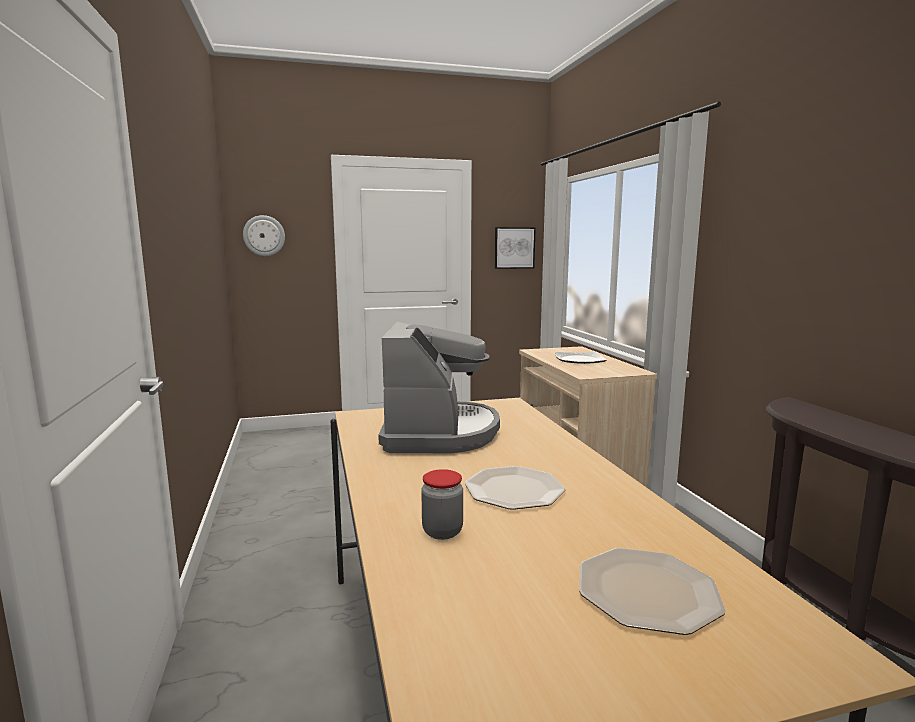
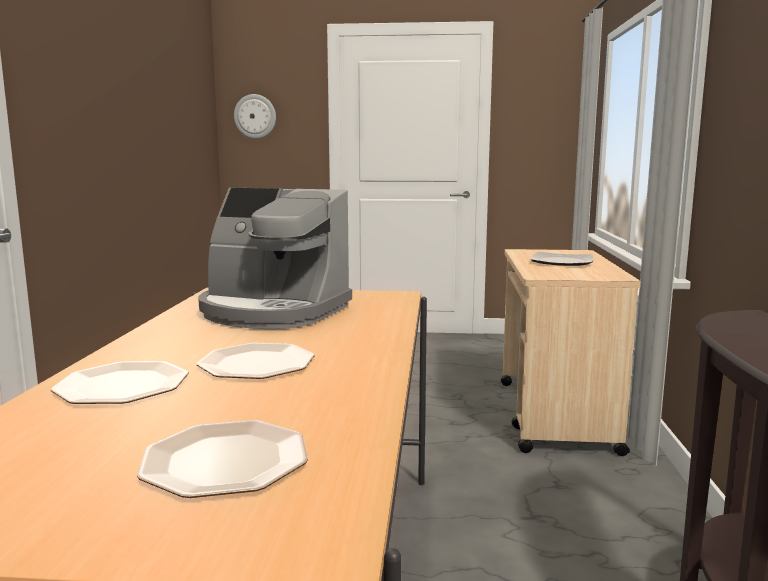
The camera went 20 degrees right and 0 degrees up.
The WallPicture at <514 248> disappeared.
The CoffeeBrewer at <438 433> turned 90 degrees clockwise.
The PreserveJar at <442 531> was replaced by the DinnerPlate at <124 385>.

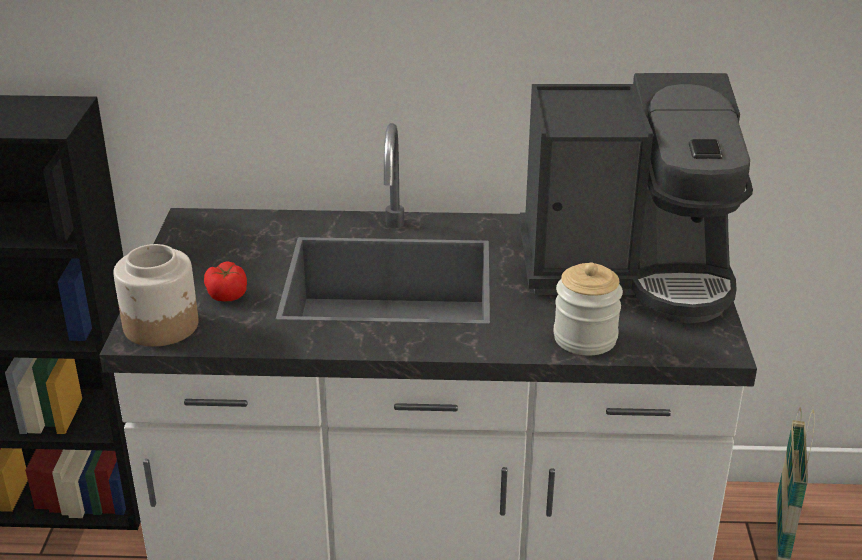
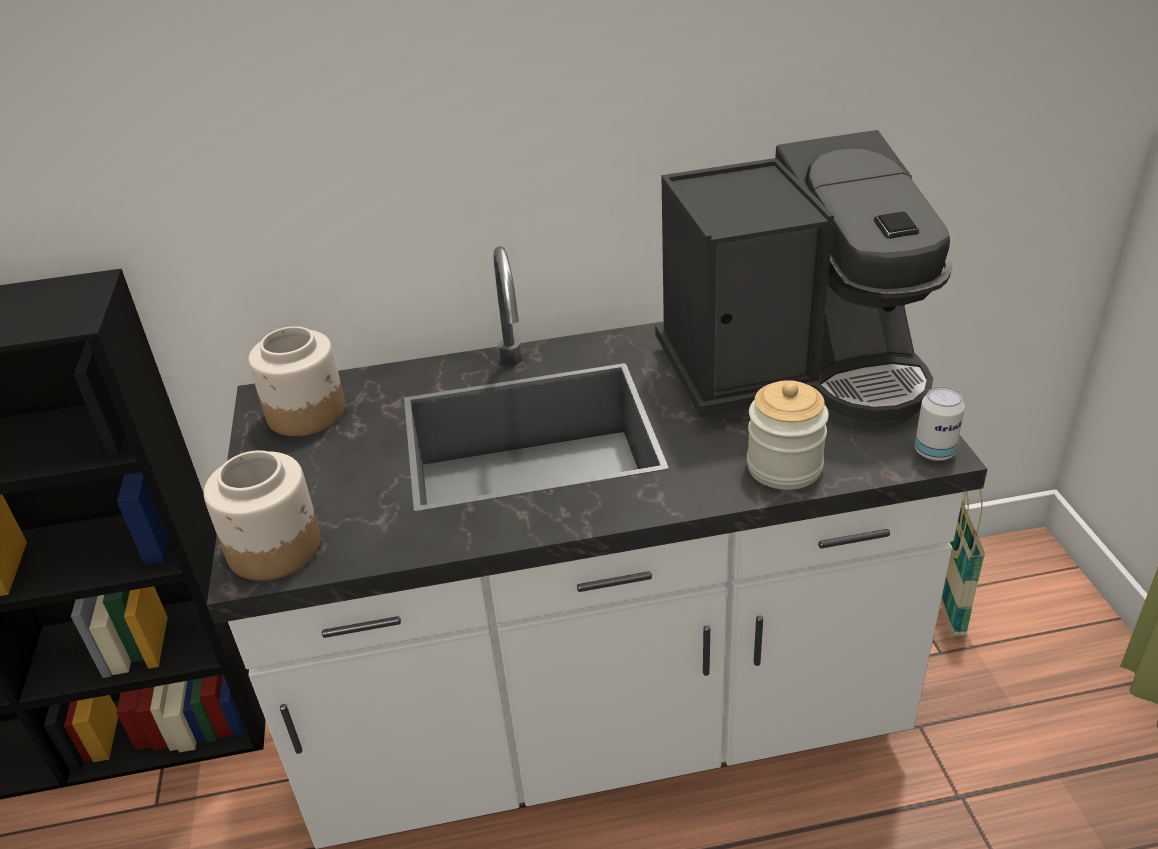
The camera went 10 degrees left and 5 degrees up.
The Tomato at <227 293> disappeared.
The PreserveJar at <307 413> appeared.
The SealedCan at <934 452> appeared.

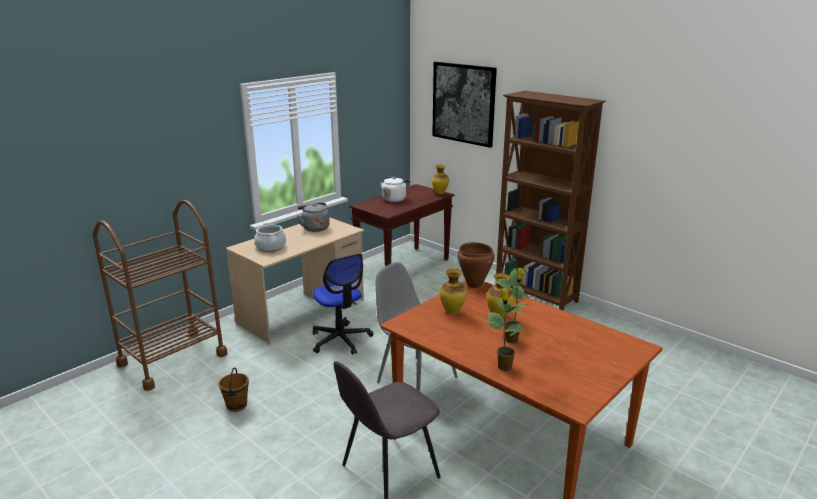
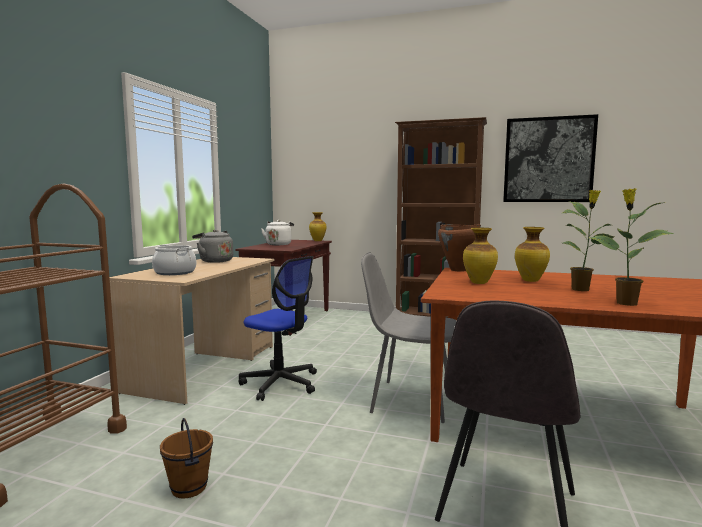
The camera went 25 degrees left and 15 degrees down.
The WallPicture moved from <463 103> to <548 160>.

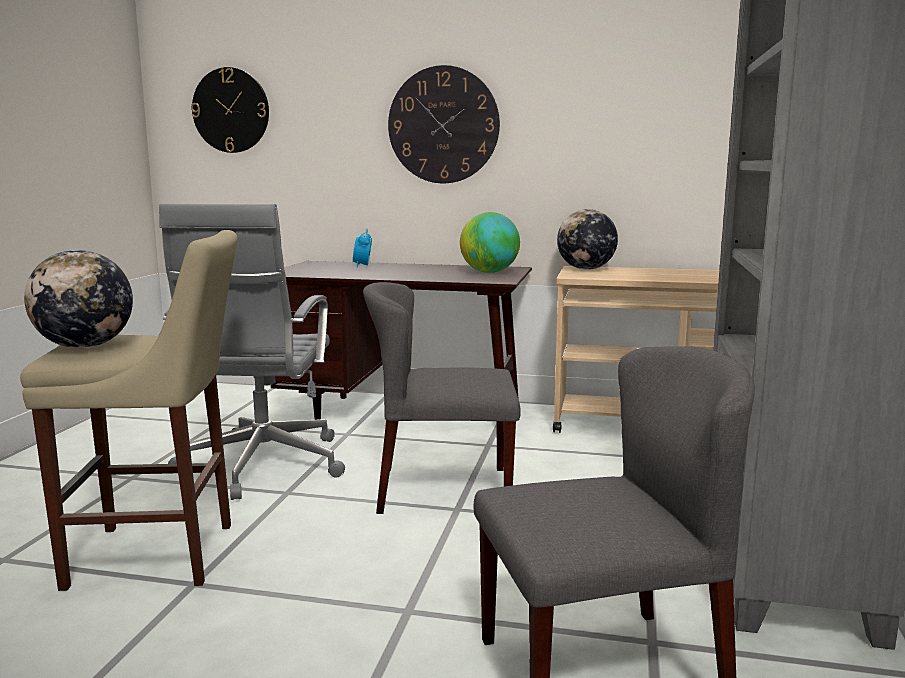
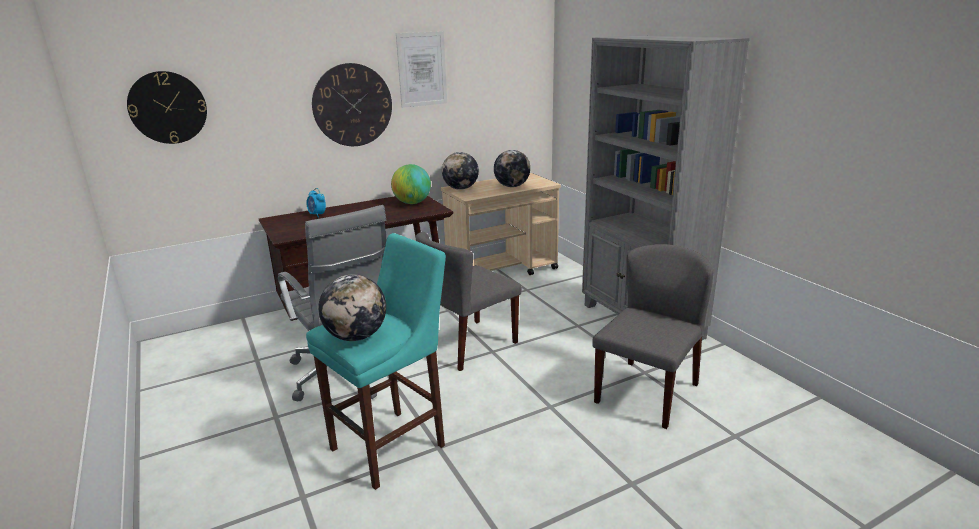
The camera went 40 degrees left and 10 degrees up.
The BeigeStoolSeat at <161 555> became the TurquoiseStoolSeat at <393 445>.
The WallPicture at <422 69> appeared.
The DeskGlobe at <512 186> appeared.

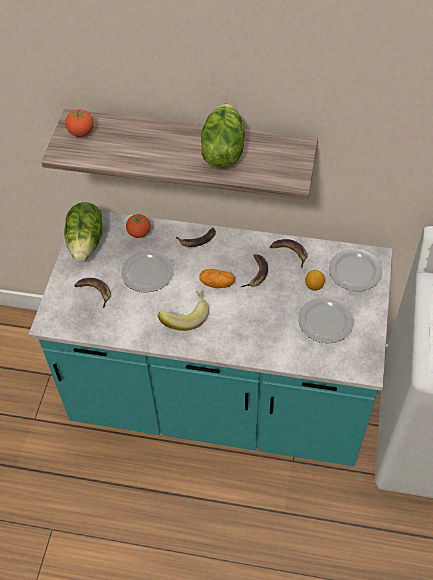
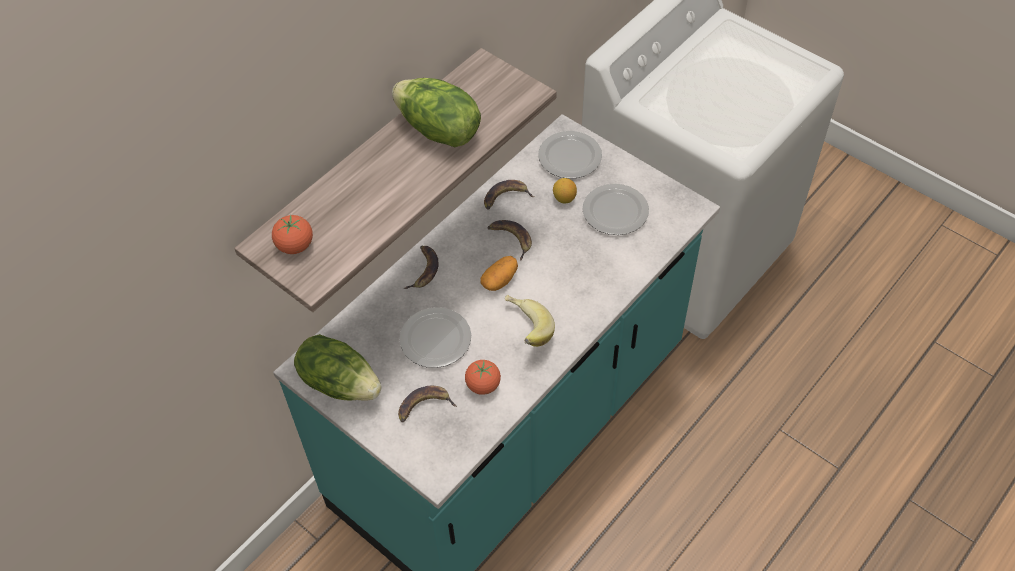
The camera went 60 degrees left and 0 degrees up.
The Tomato moved from <139 233> to <483 385>.

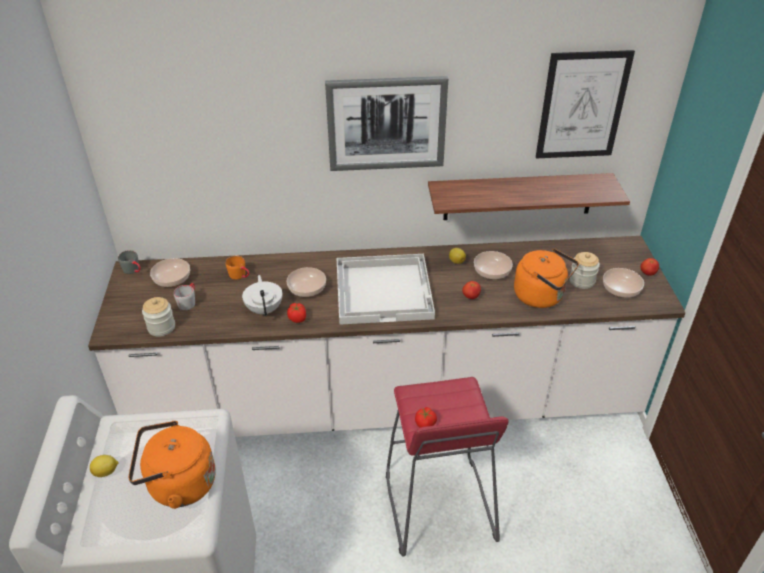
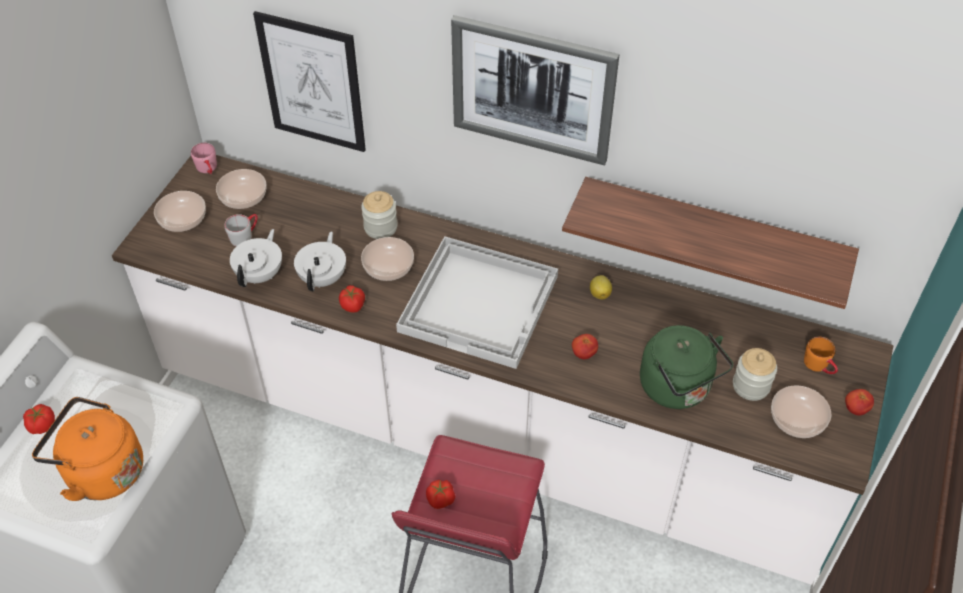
The camera went 25 degrees right and 10 degrees up.
The WallPicture moved from <582 106> to <312 83>.
The OrangeyKettle at <541 296> became the GreenKettle at <678 388>.
The GreyMug at <134 270> became the PinkColouredMug at <208 169>.
The DeepDish moved from <491 271> to <183 219>.
The OrangeyMug moved from <240 276> to <820 366>.
The PreserveJar moved from <161 327> to <380 227>.
The Lemon at <106 472> was replaced by the Tomato at <42 425>.
The WhiteColouredTeapot at <260 274> appeared.

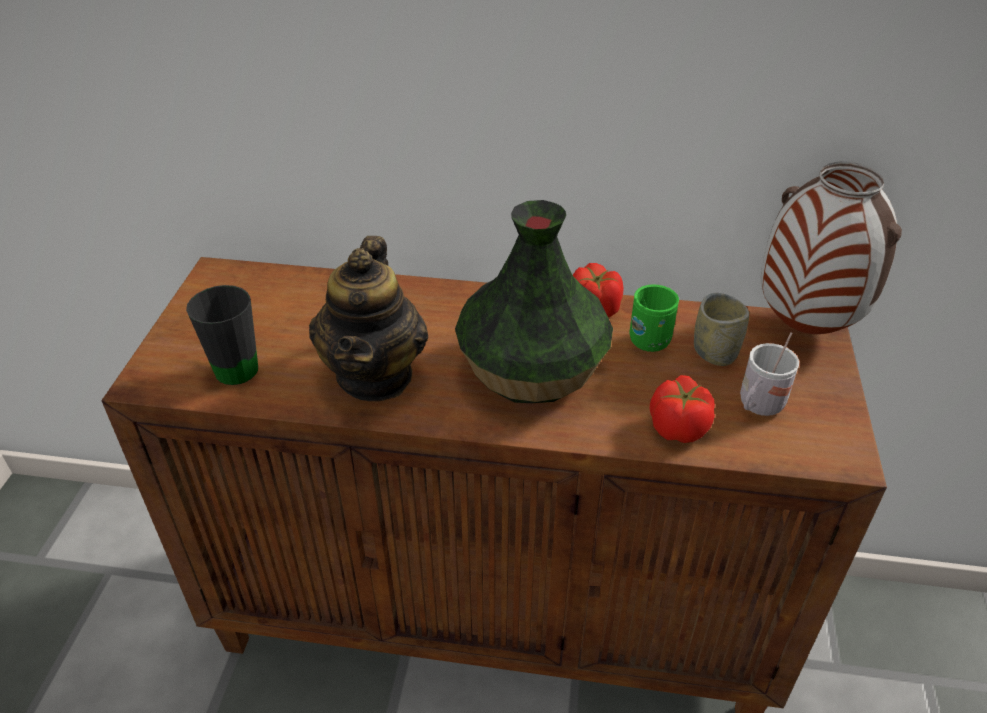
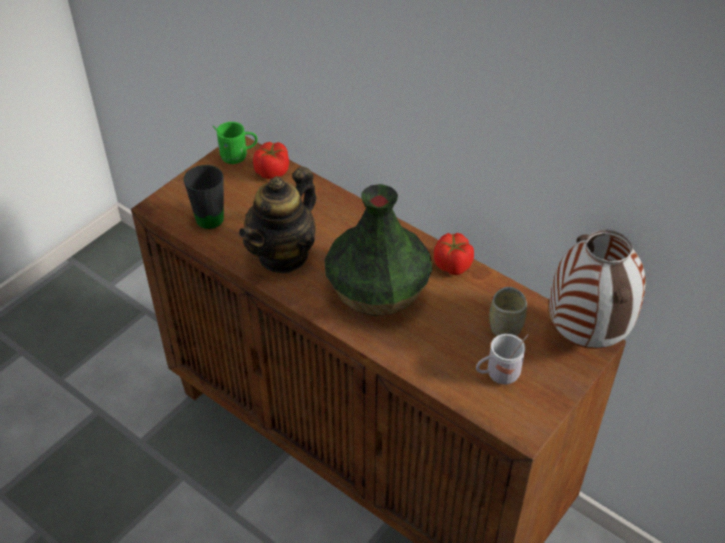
The camera went 30 degrees right and 5 degrees up.
The GreenMug moved from <653 338> to <238 157>.
The Tomato moved from <678 427> to <272 171>.

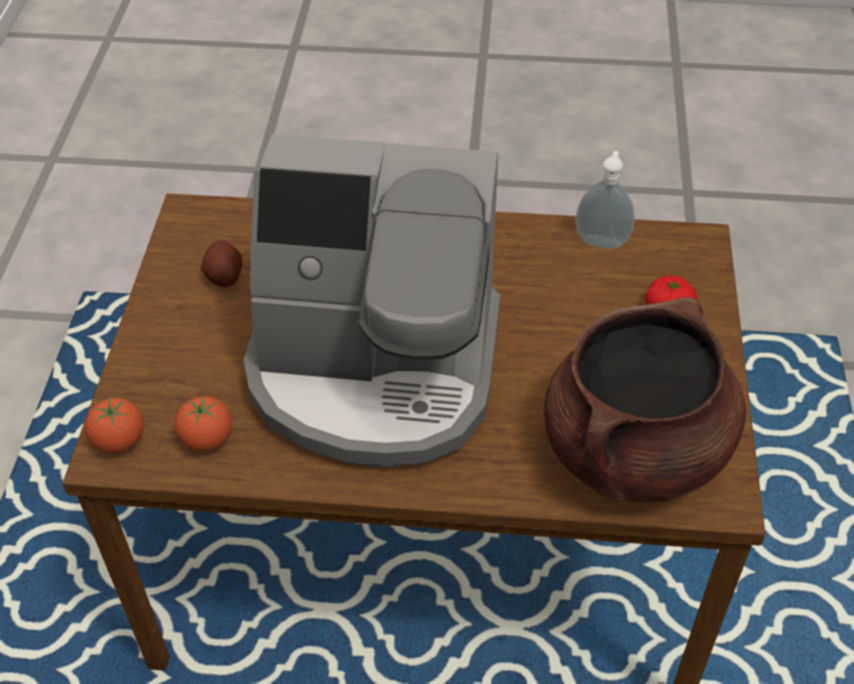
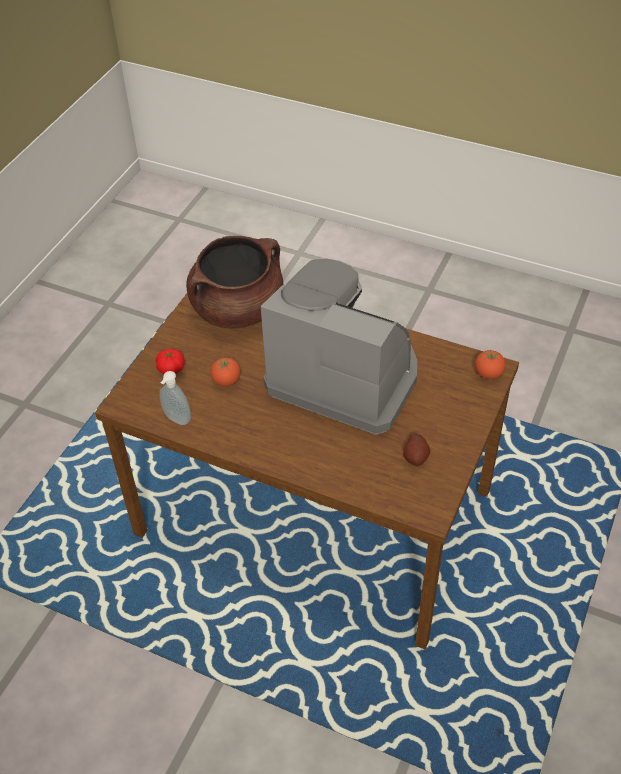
The camera went 160 degrees left and 0 degrees up.
The Tomato moved from <207 439> to <226 381>.

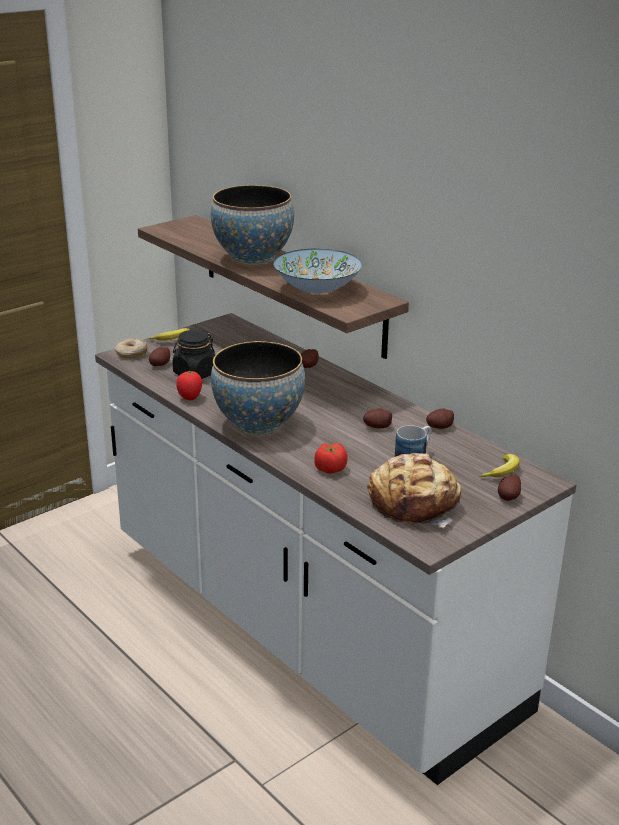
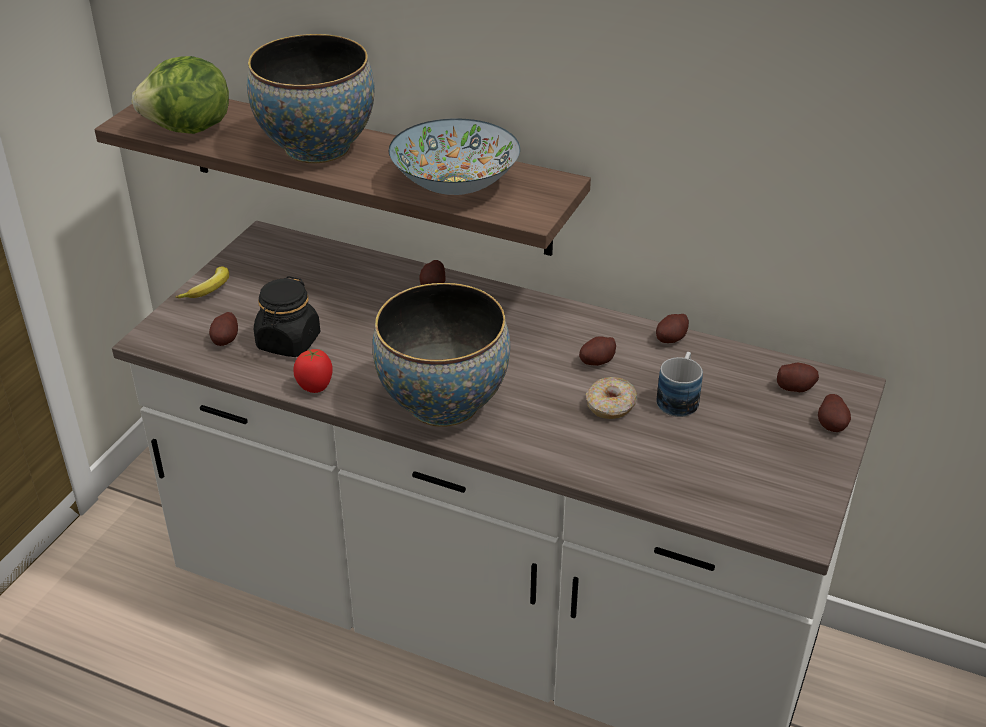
The camera went 25 degrees left and 10 degrees up.
The Doughnut moved from <131 354> to <611 406>.
The Tomato at <330 469> disappeared.
The Bread at <414 503> disappeared.
The Banana at <502 472> was replaced by the Potato at <795 387>.
The HeadOfLettuce at <189 130> appeared.

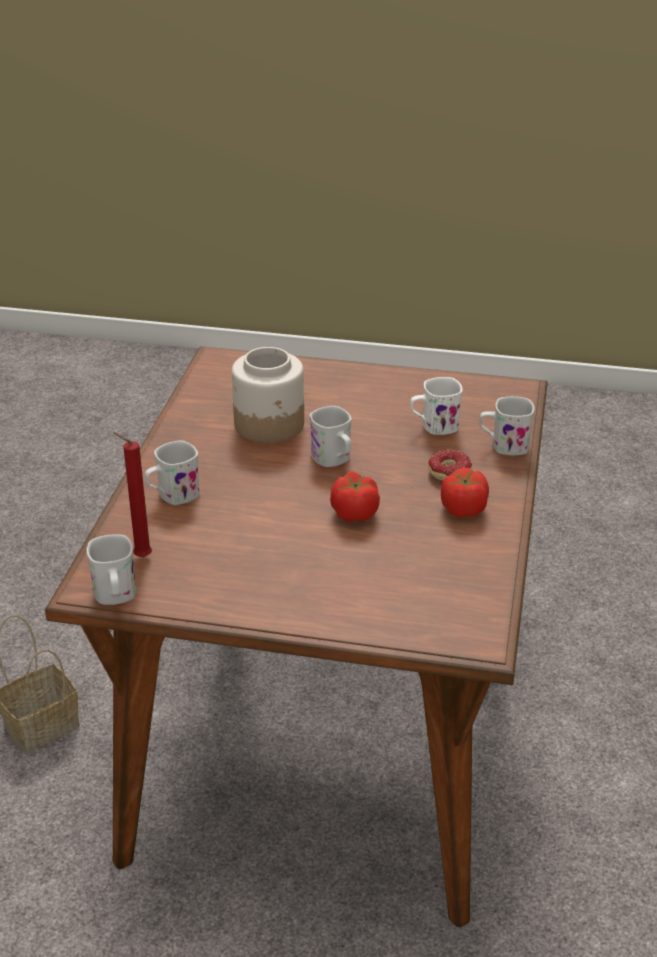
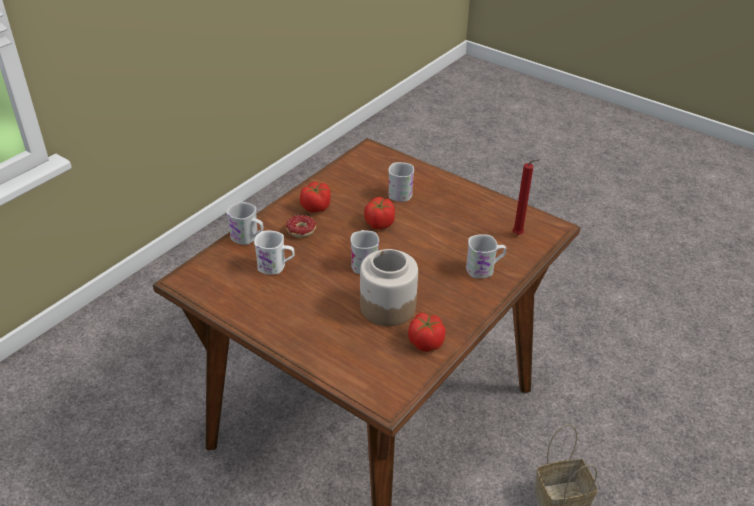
The camera went 155 degrees left and 5 degrees up.
The WhiteColouredMug moved from <115 597> to <401 192>.
The Tomato at <425 342> appeared.

